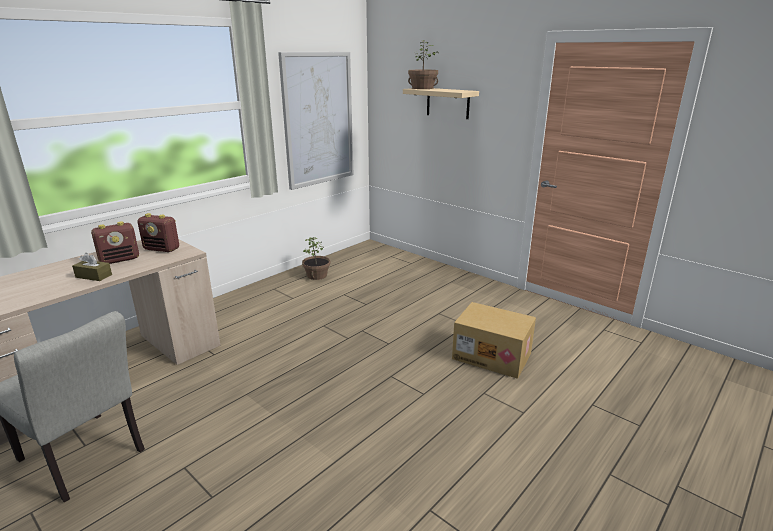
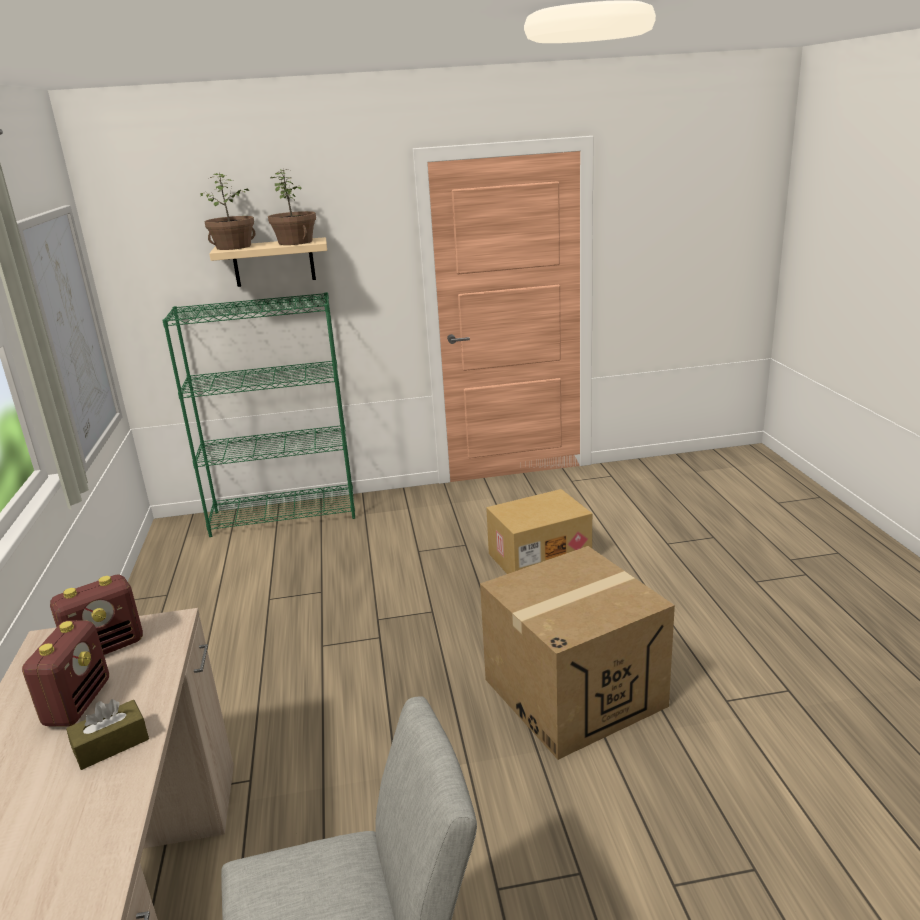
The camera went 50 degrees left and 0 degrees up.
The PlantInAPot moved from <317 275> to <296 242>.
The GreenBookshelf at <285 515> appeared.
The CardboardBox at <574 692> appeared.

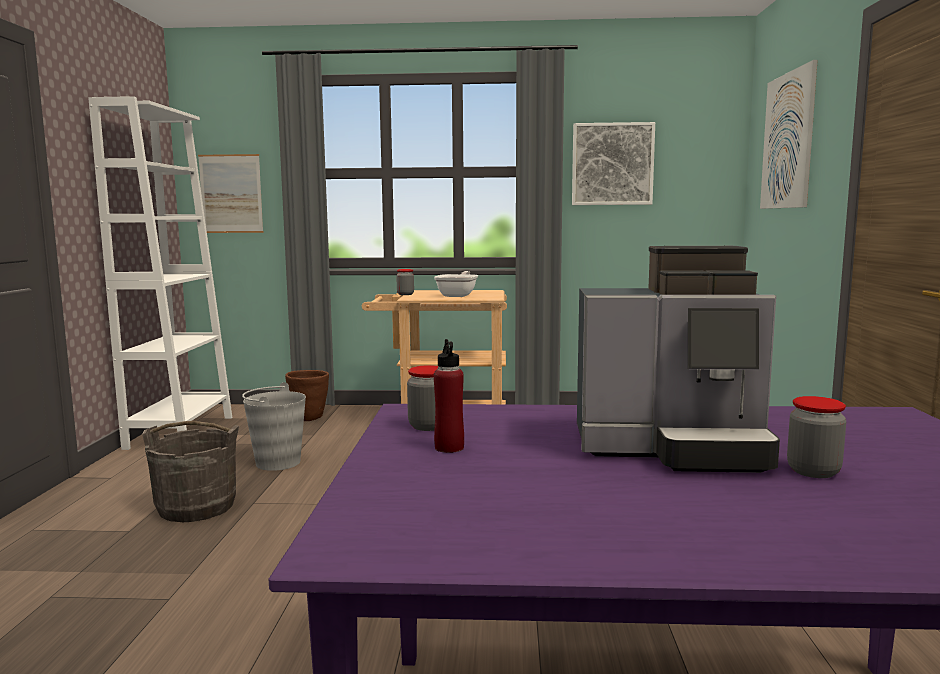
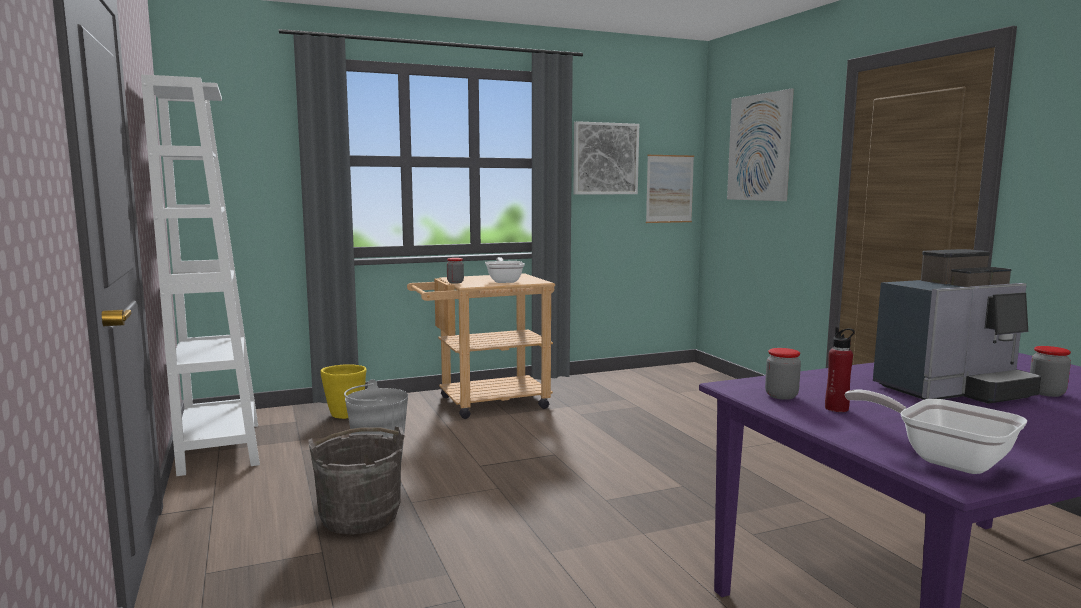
The camera went 25 degrees left and 0 degrees up.
The WallPicture moved from <231 194> to <669 189>.
The BrownishPlantPot at <309 418> became the YellowPlantPot at <345 415>.
The Skillet at <944 459> appeared.

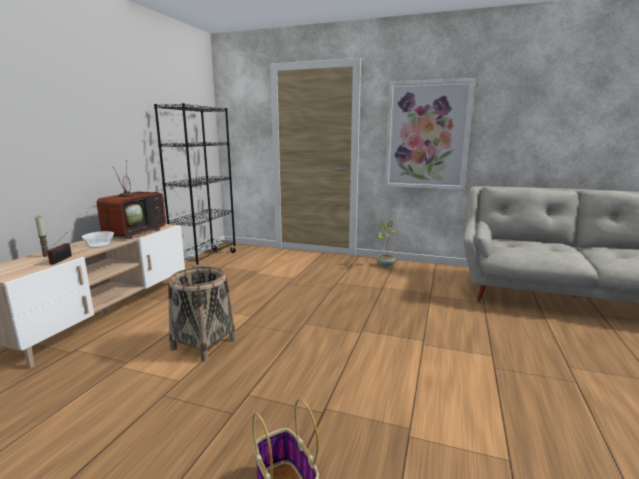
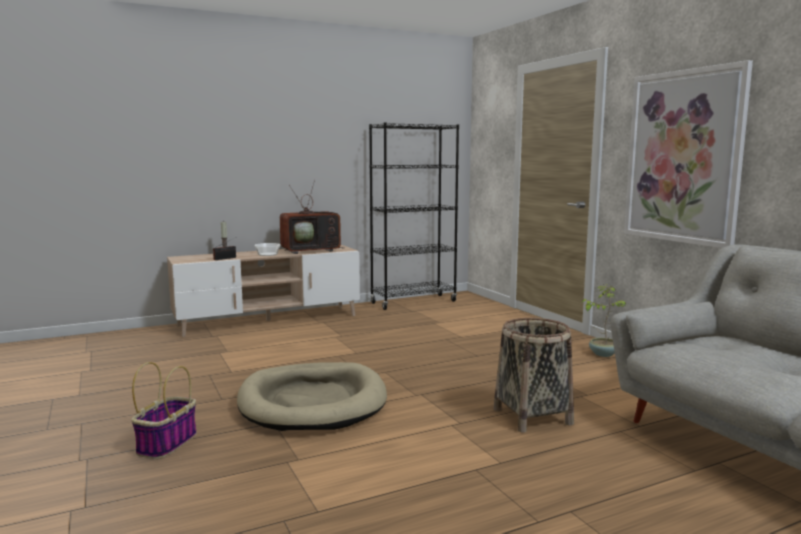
The camera went 45 degrees right and 5 degrees down.
The HouseholdBasket moved from <204 344> to <532 416>.
The BeigePetBed at <312 402> appeared.

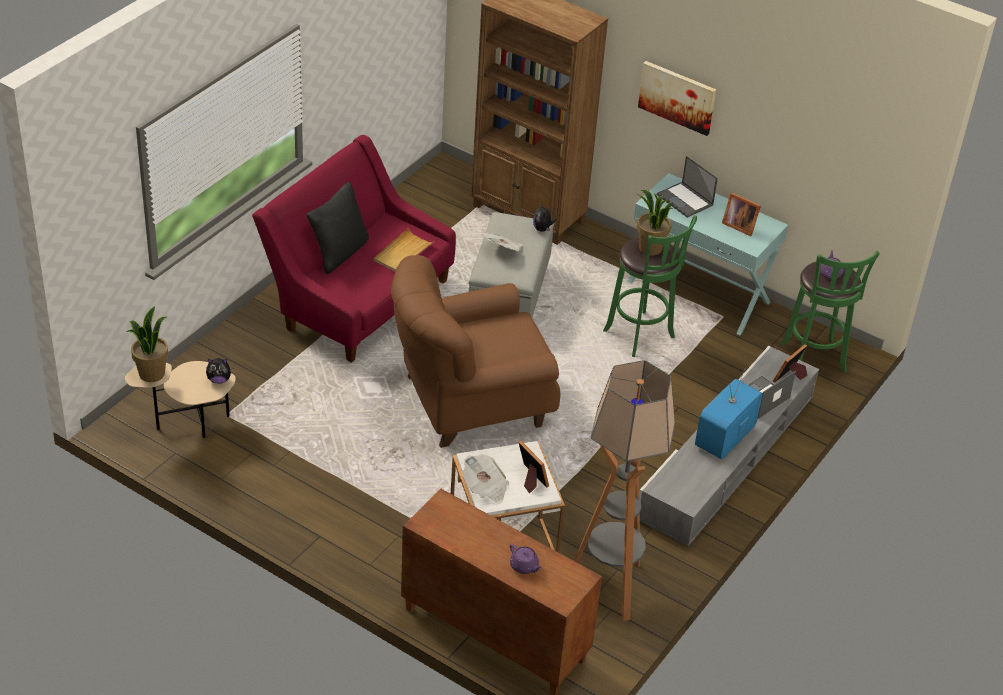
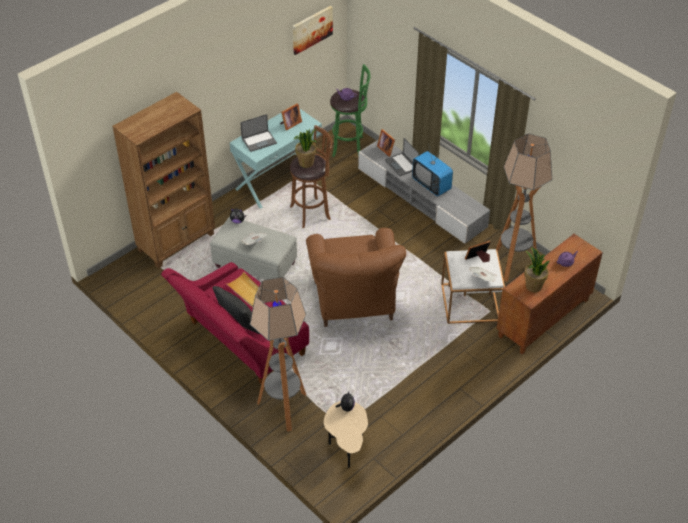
The camera went 75 degrees left and 5 degrees up.
The WallPicture moved from <677 97> to <311 29>.
The GreenStoolSeat at <641 336> became the BrownishStoolSeat at <312 212>.
The PlantInAPot moved from <151 373> to <533 286>.
The StandardLamp at <284 408> appeared.

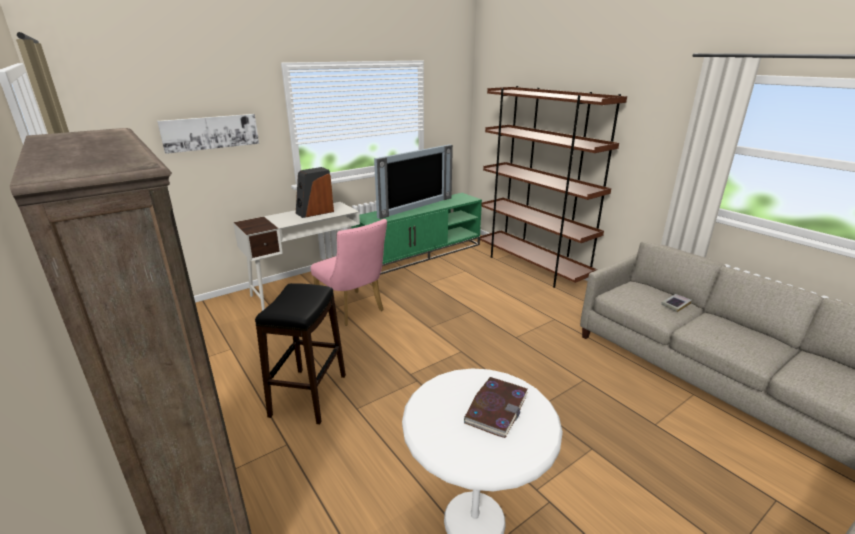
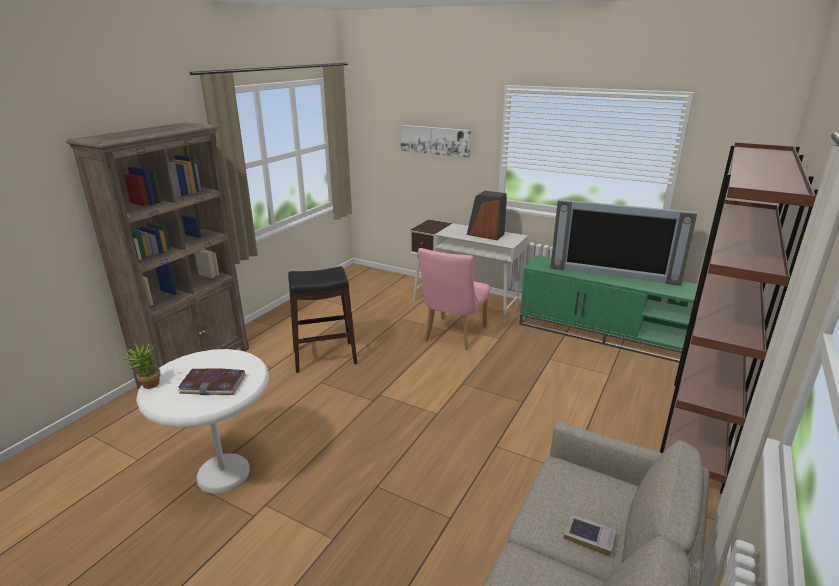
The camera went 65 degrees right and 0 degrees up.
The PlantInAPot at <147 385> appeared.

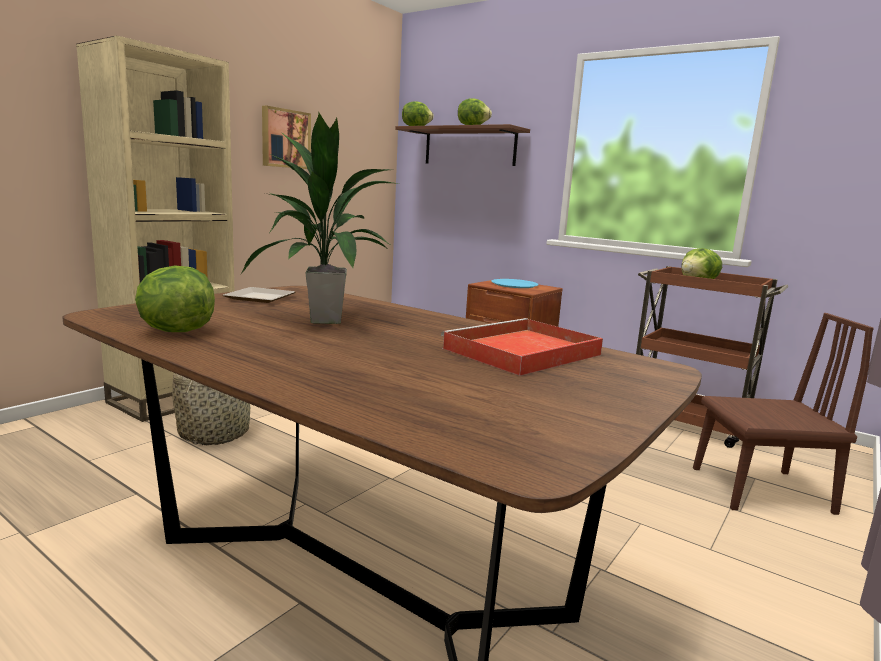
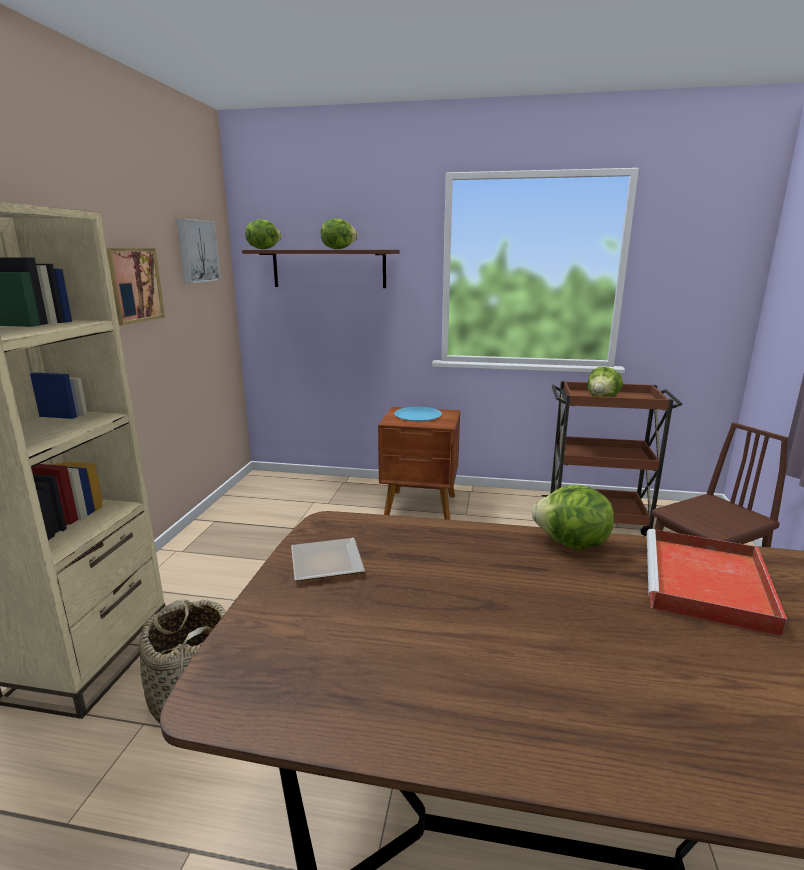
The camera went 25 degrees left and 5 degrees up.
The PlantInAPot at <327 319> disappeared.
The HeadOfLettuce moved from <175 331> to <571 544>.
The WallPicture at <196 251> appeared.

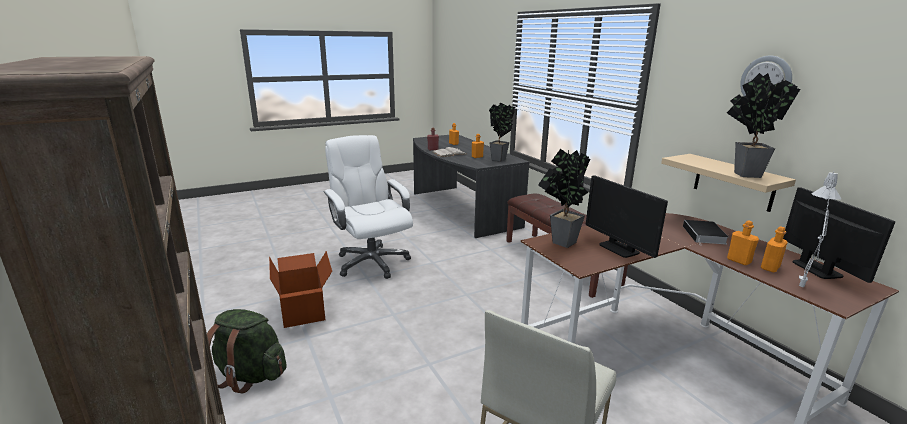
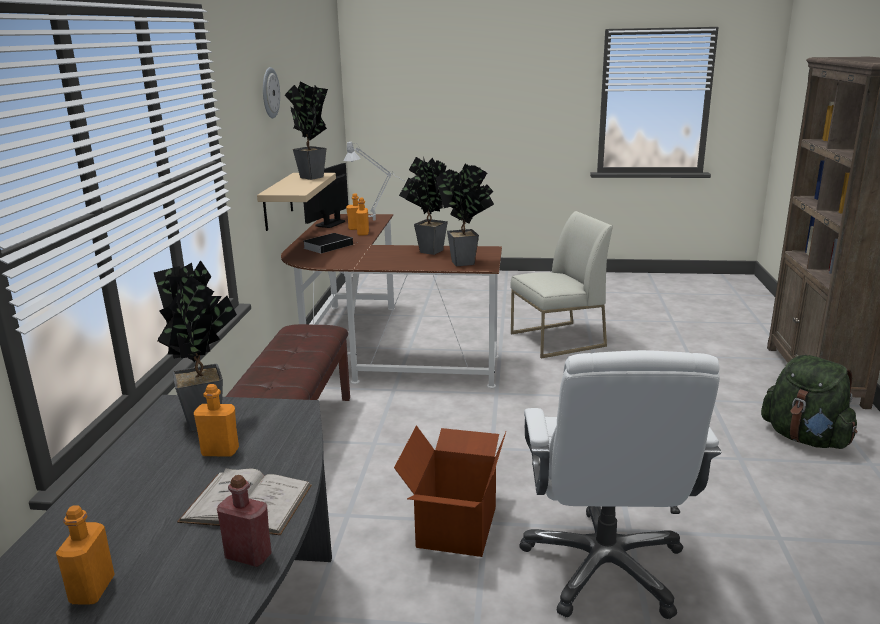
The camera went 145 degrees left and 0 degrees up.
The ComputerDisplay at <619 248> was replaced by the PlantInAPot at <427 252>.
The CardboardBox moved from <304 311> to <455 526>.

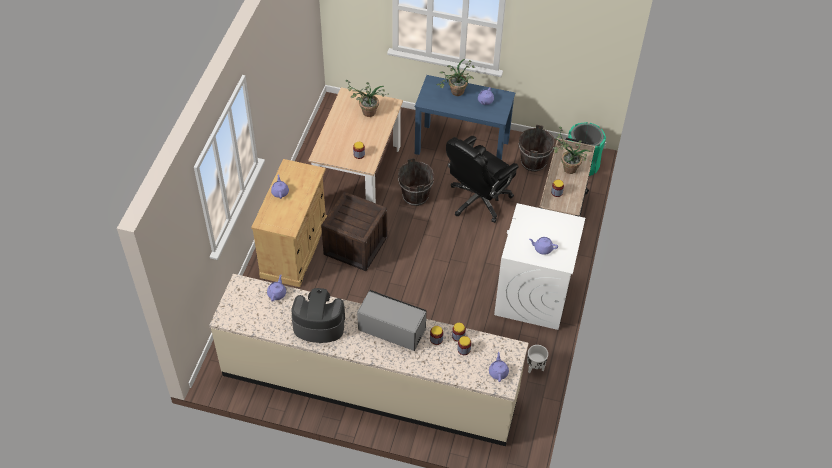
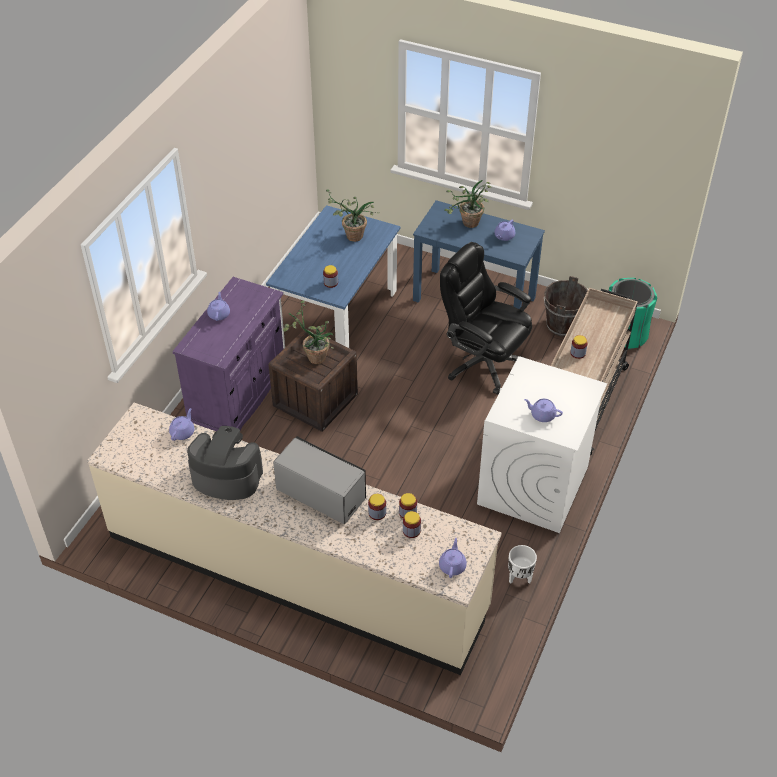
The camera went 10 degrees right and 5 degrees down.
The BeigeKitchenTable at <358 175> became the BlueColouredKitchenTable at <337 318>.
The PlantInAPot moved from <566 167> to <313 355>.
The BlackishComputerChair at <478 200> turned 75 degrees clockwise.
The BrownishBucket at <415 196> disappeared.
The BeigeCupboard at <294 248> became the PurpleColouredCupboard at <238 395>.

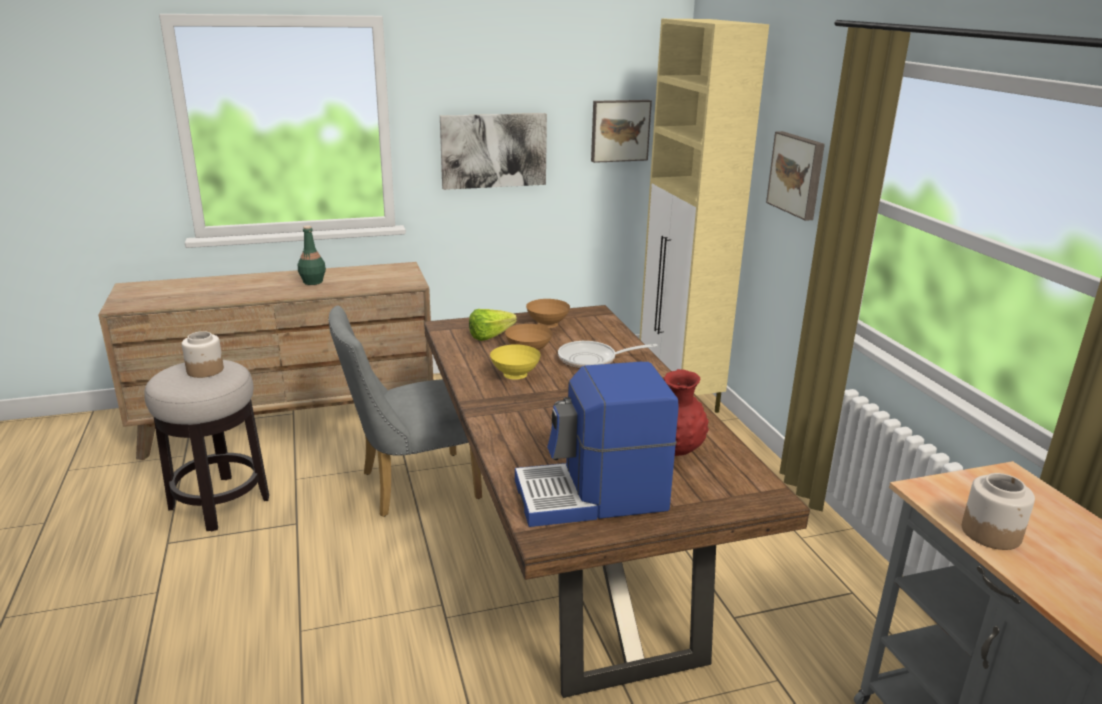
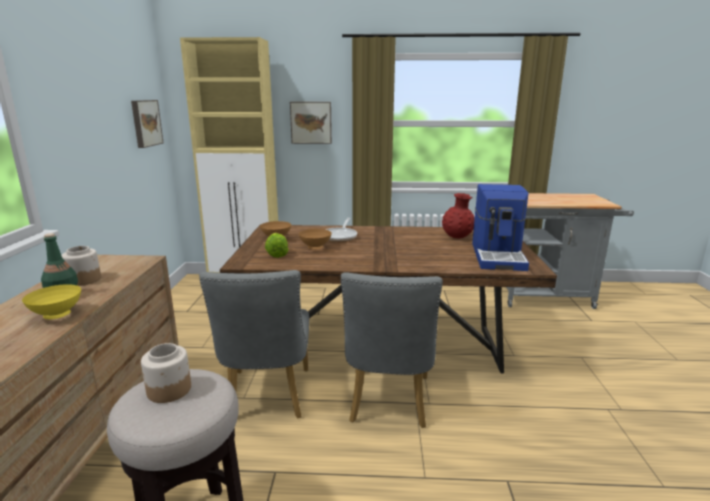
The camera went 70 degrees left and 5 degrees down.
The WallPicture at <493 150> disappeared.
The YellowDeepDish moved from <516 376> to <58 315>.
The PreserveJar moved from <991 533> to <84 280>.
The GreyChair at <388 403> appeared.

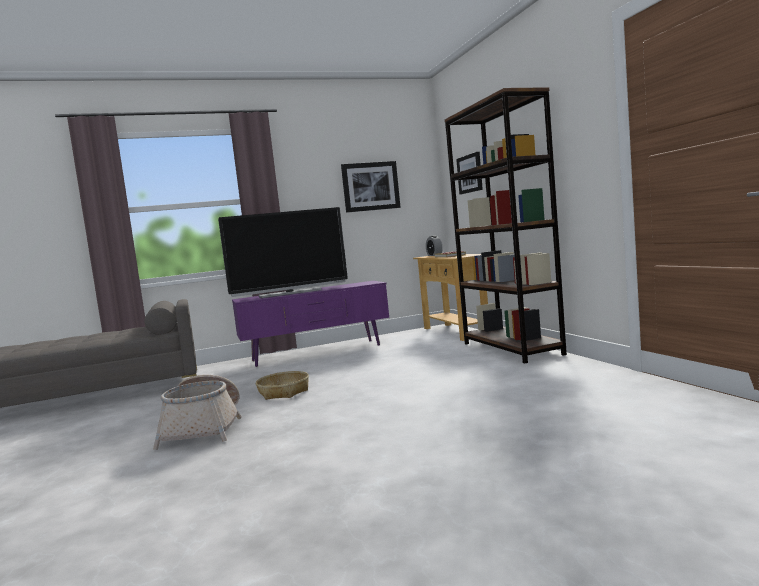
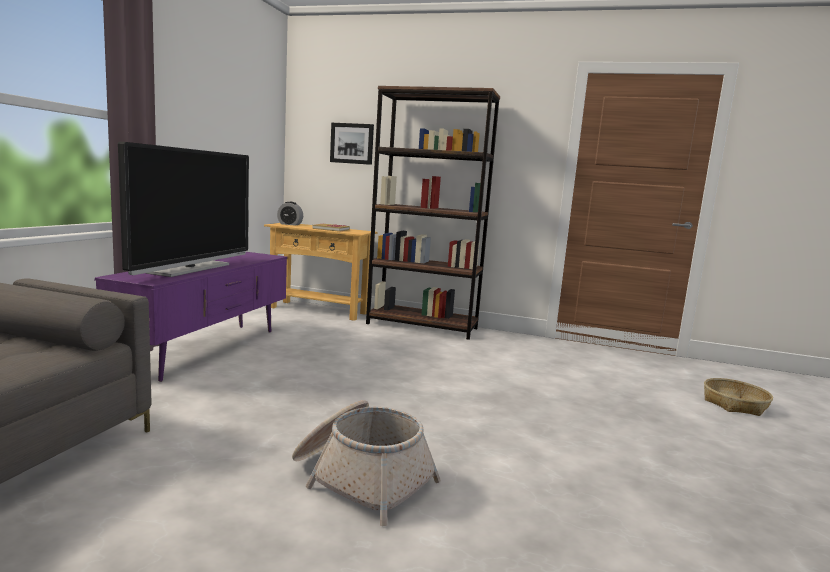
The camera went 55 degrees left and 5 degrees up.
The WallPicture at <370 186> disappeared.
The HouseholdBasket moved from <284 392> to <734 404>.

